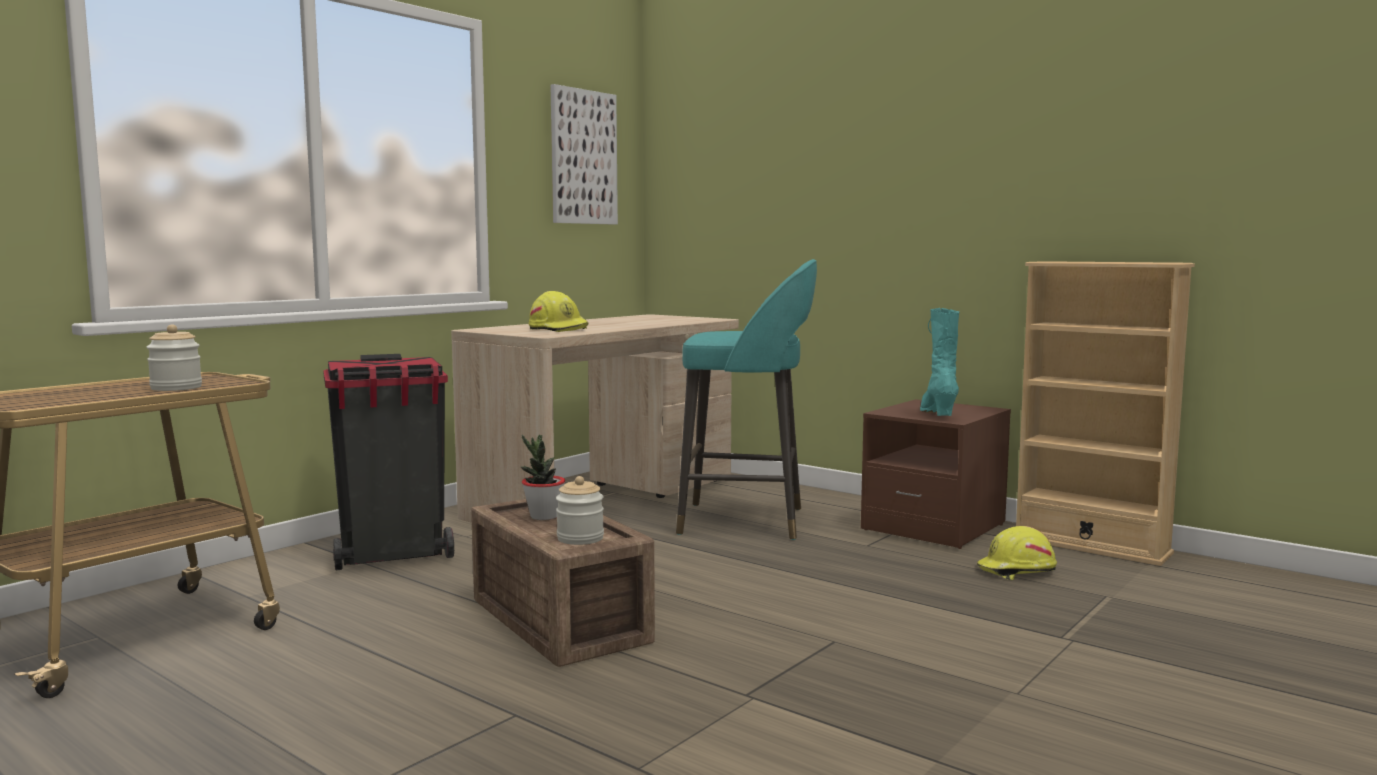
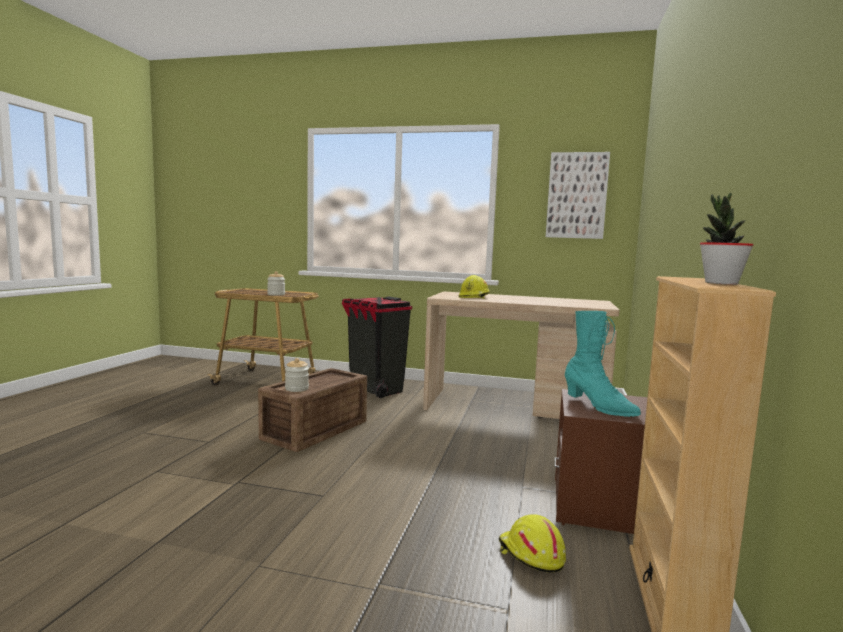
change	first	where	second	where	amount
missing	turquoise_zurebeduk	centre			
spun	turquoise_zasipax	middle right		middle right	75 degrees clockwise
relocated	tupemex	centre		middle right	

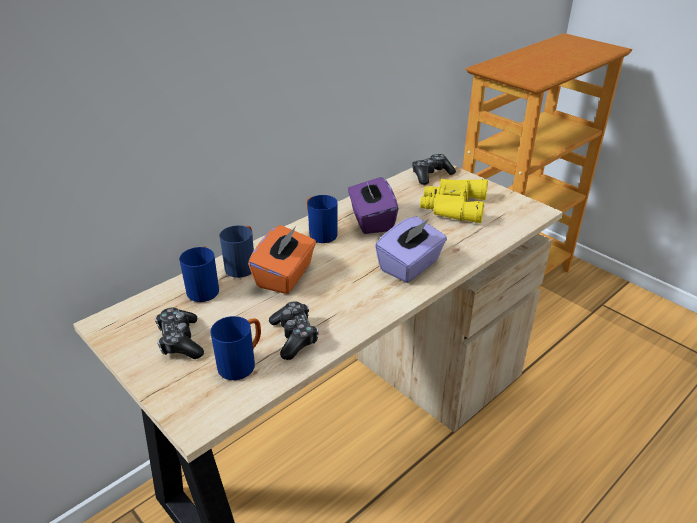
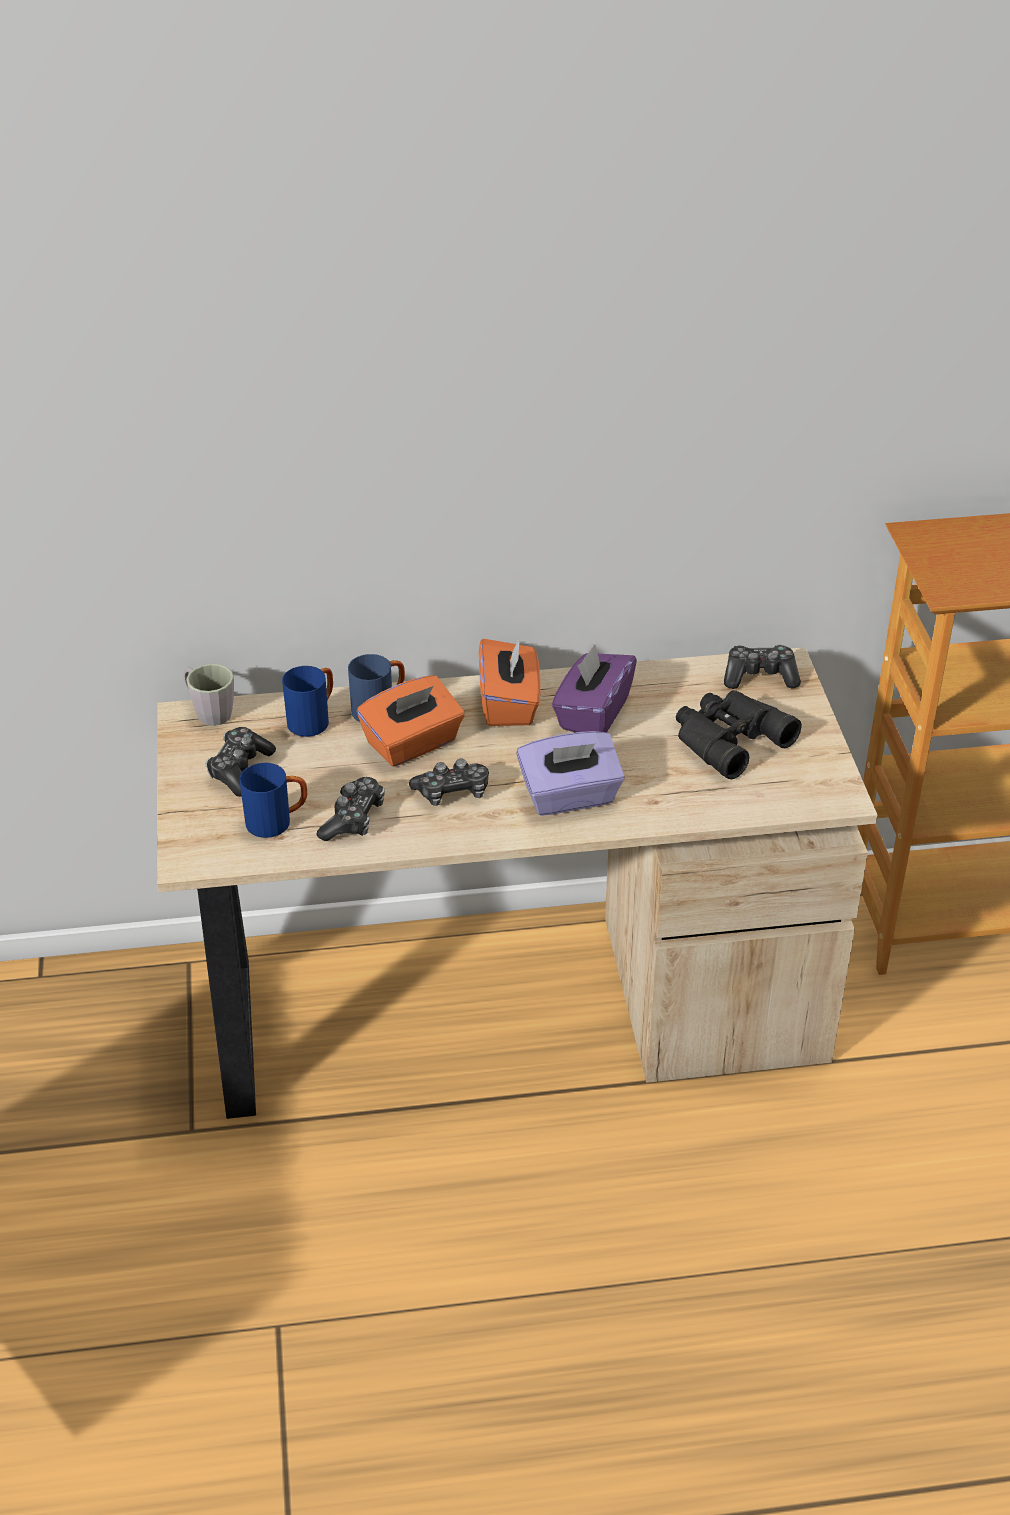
change	first	where	second	where	amount
colour	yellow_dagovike	centre	black_dagovike	middle right	
exchanged	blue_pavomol (no. 4 from left)	centre	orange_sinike (no. 2 from left)	centre	
appeared			grey_pavomol	middle left	
appeared			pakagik (no. 3 from left)	centre	

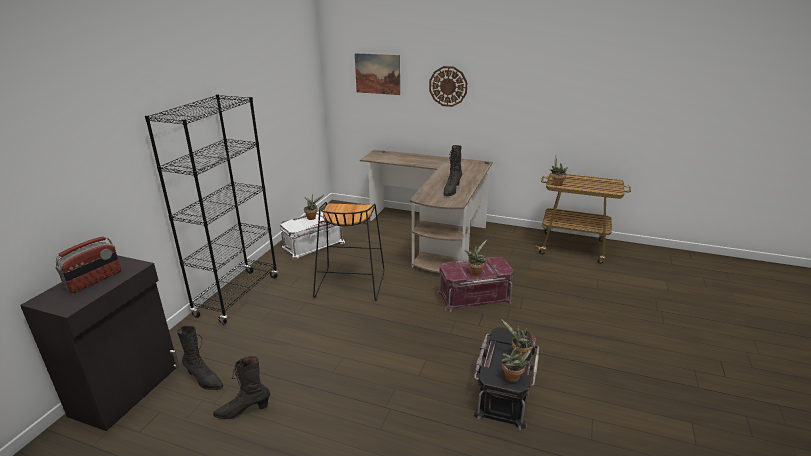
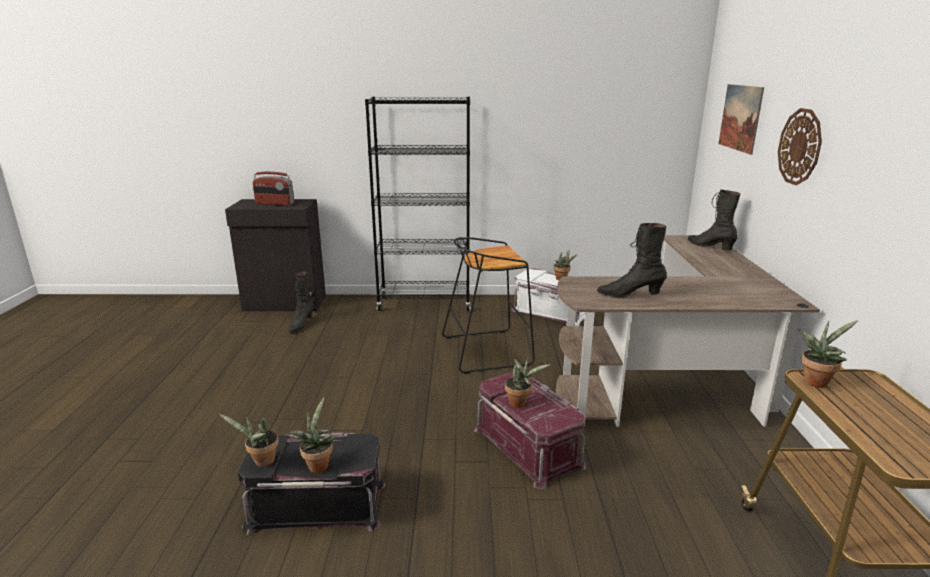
change	first	where	second	where	amount
relocated	black_zasipax (no. 2 from left in the first image)	bottom left	black_zasipax (no. 3 from left)	middle right	

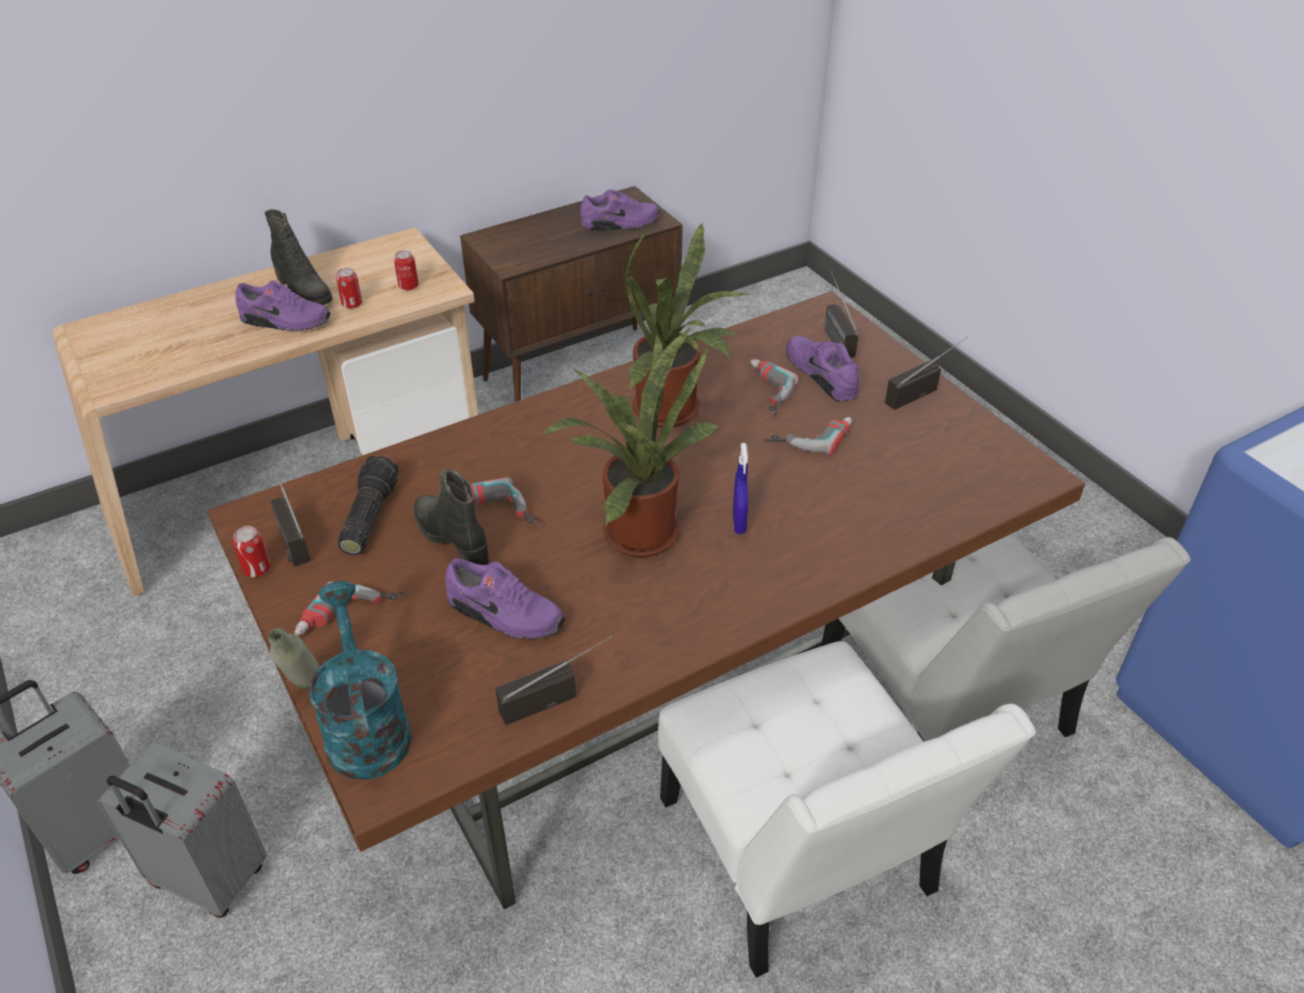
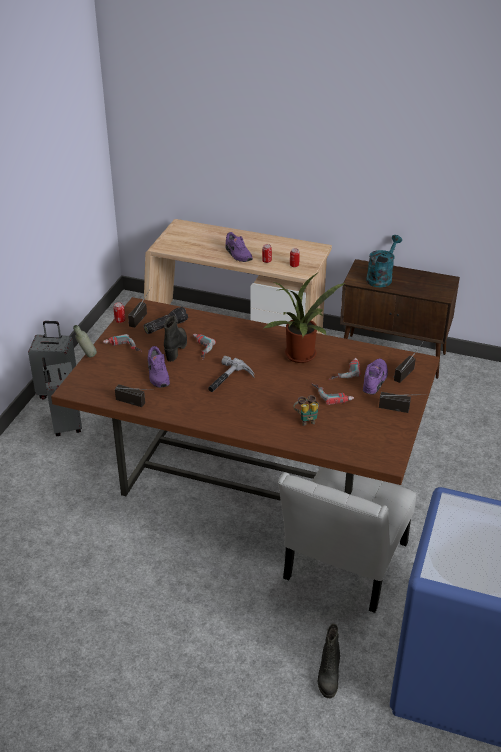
change	first	where	second	where	amount
missing	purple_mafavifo (no. 3 from left)	top centre			
relocated	black_zasipax (no. 1 from left in the first image)	top left	black_zasipax (no. 2 from left)	bottom centre	
exchanged	tupemex (no. 1 from left)	centre	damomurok	centre	
missing	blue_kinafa	centre			
relocated	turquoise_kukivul	bottom left		middle right	
missing	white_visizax (no. 1 from left)	bottom centre			
appeared			dagovike	centre	

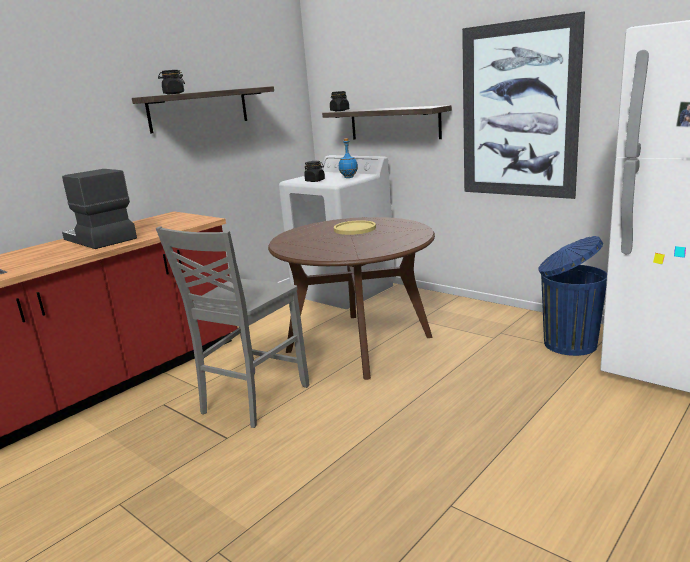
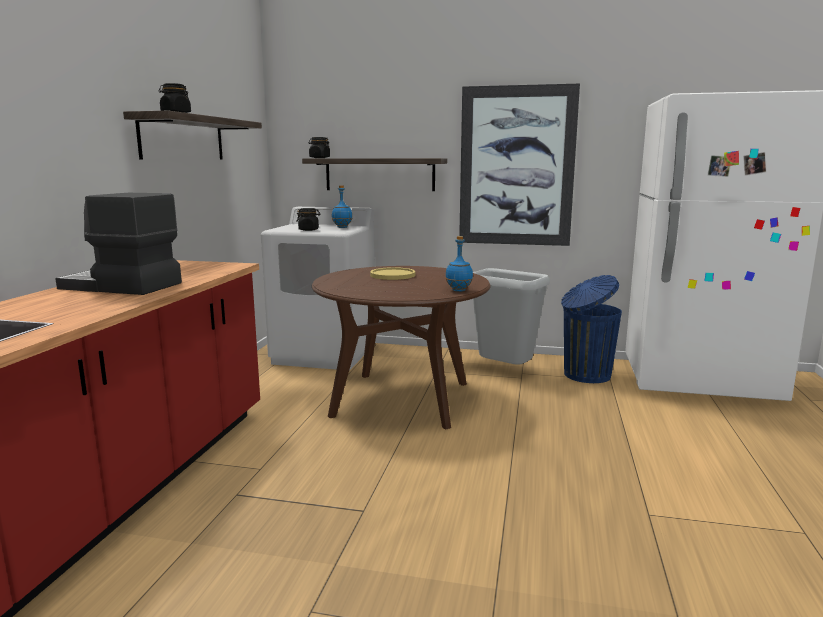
change	first	where	second	where	amount
missing	grey_visizax	centre			
appeared			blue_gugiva (no. 2 from left)	centre	
appeared			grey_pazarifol	centre	

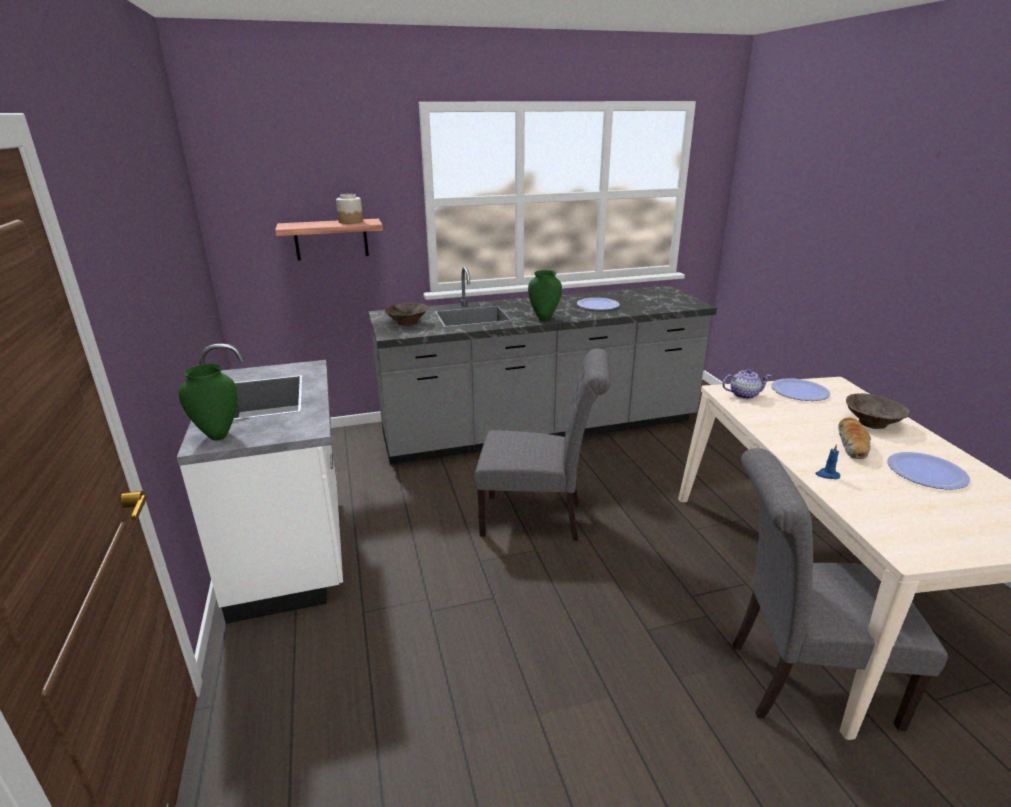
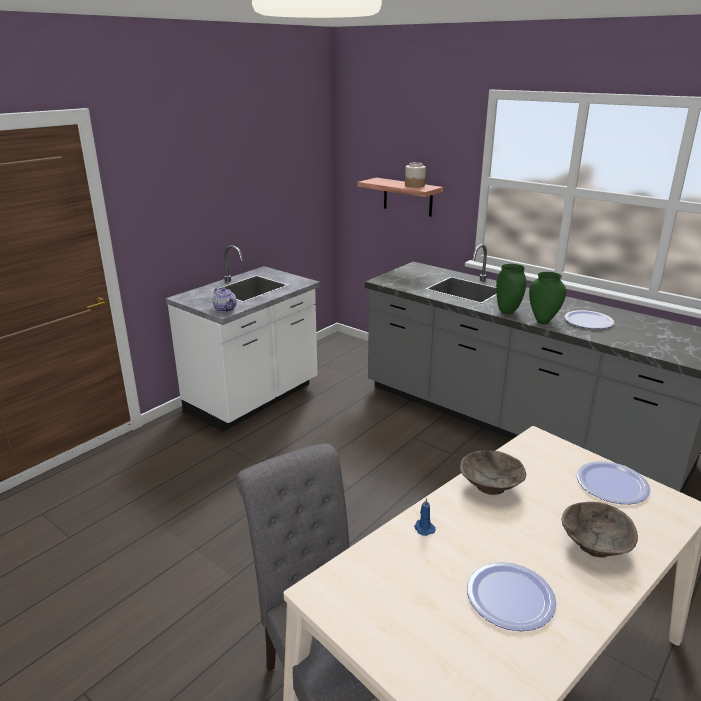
change	first	where	second	where	amount
relocated	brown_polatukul (no. 1 from left)	centre		bottom right	
missing	grey_visizax (no. 1 from left)	centre			
relocated	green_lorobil (no. 1 from left in the first image)	middle left	green_lorobil (no. 2 from left)	middle right	
relocated	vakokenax	middle right		middle left	
missing	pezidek	middle right			

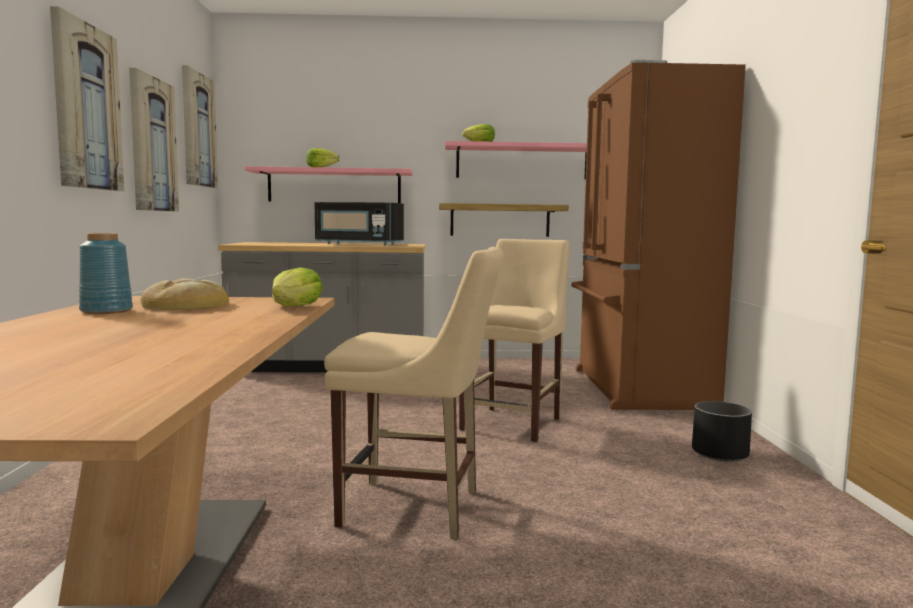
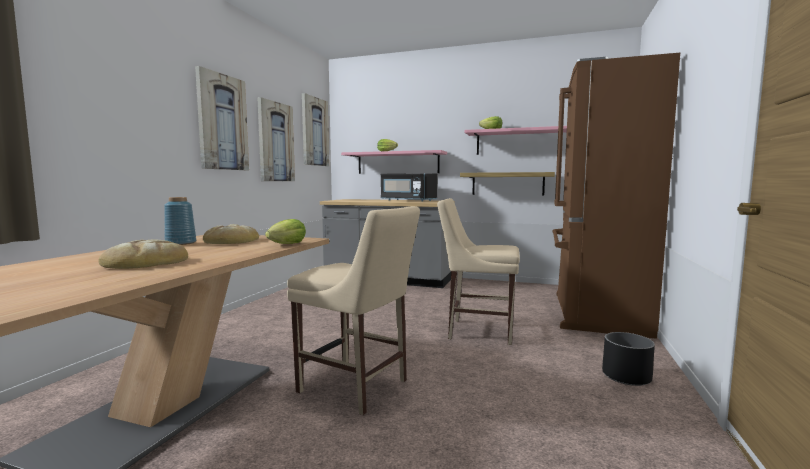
change	first	where	second	where	amount
spun	beige_visizax (no. 2 from left)	centre		centre	120 degrees counterclockwise
appeared			pezidek (no. 1 from left)	middle left	

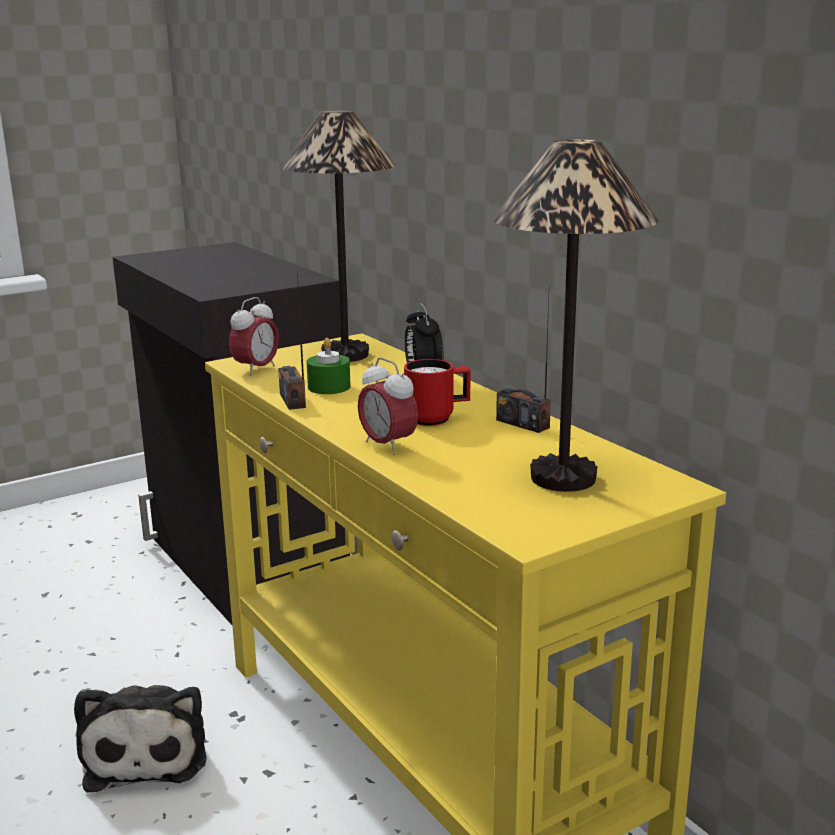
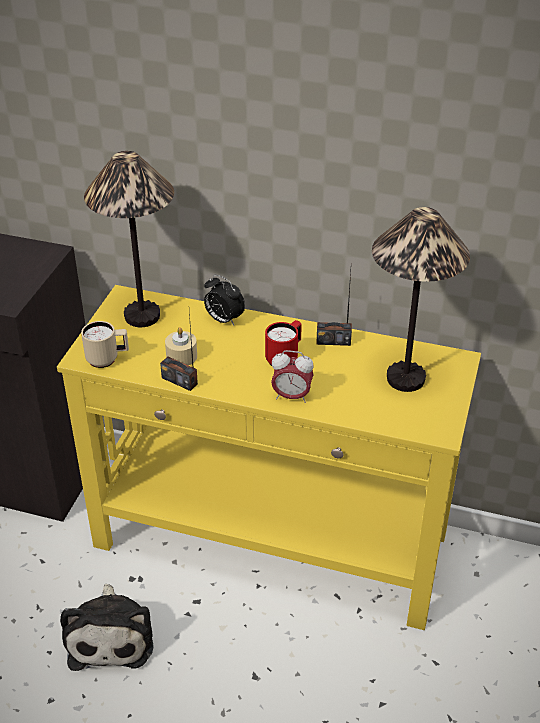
change	first	where	second	where	amount
exchanged	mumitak (no. 1 from left)	middle left	beige_pavomol	middle left	
colour	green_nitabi	centre	beige_nitabi	centre	
spun	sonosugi	bottom left		bottom left	45 degrees clockwise

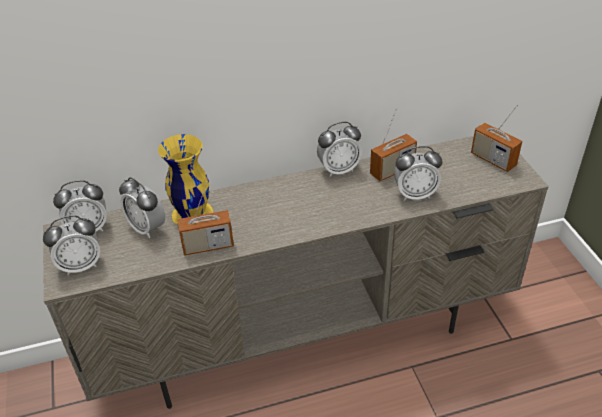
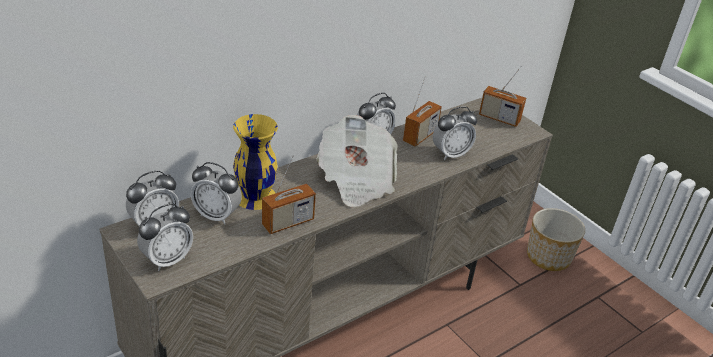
change	first	where	second	where	amount
appeared			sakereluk	centre	
appeared			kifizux	bottom right	

